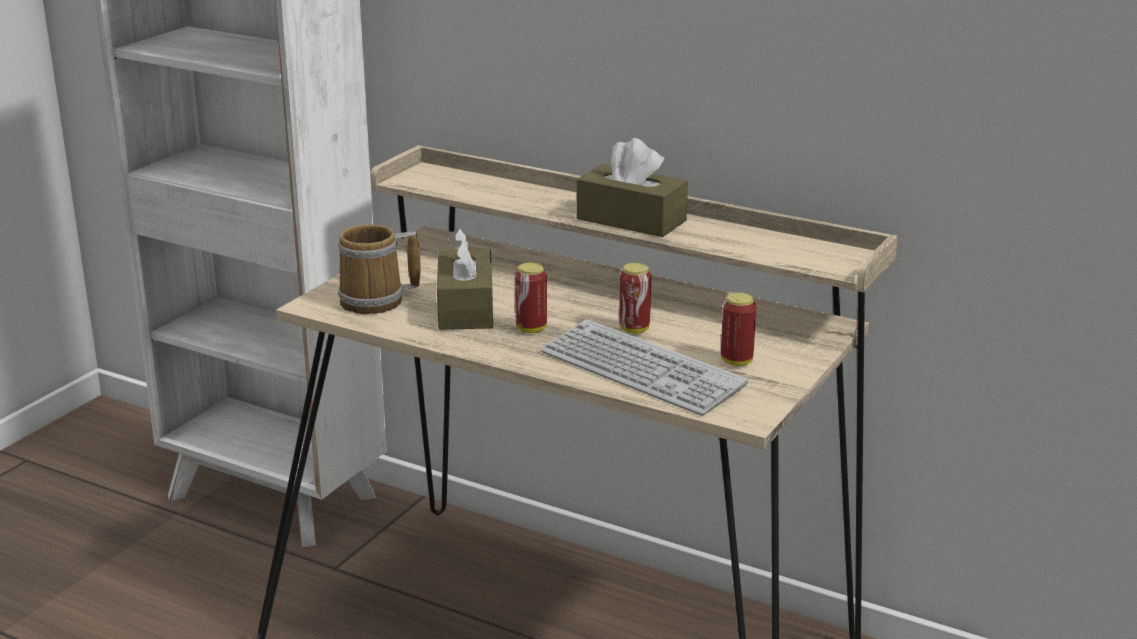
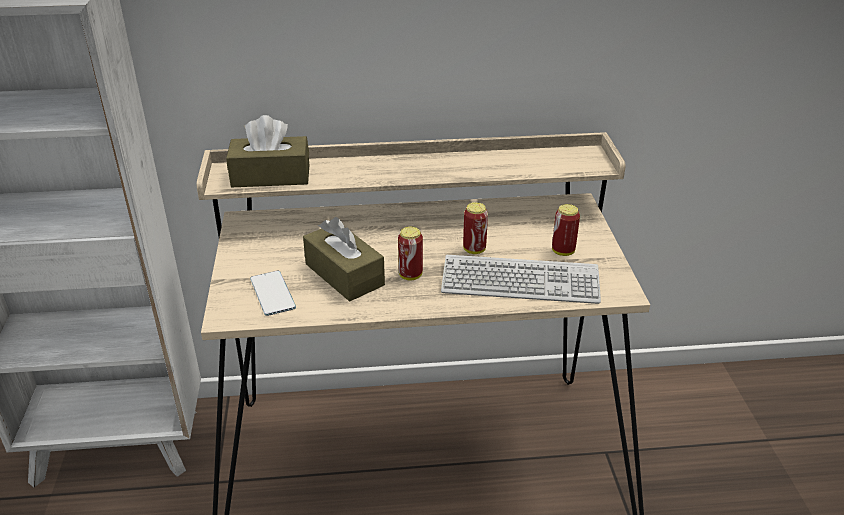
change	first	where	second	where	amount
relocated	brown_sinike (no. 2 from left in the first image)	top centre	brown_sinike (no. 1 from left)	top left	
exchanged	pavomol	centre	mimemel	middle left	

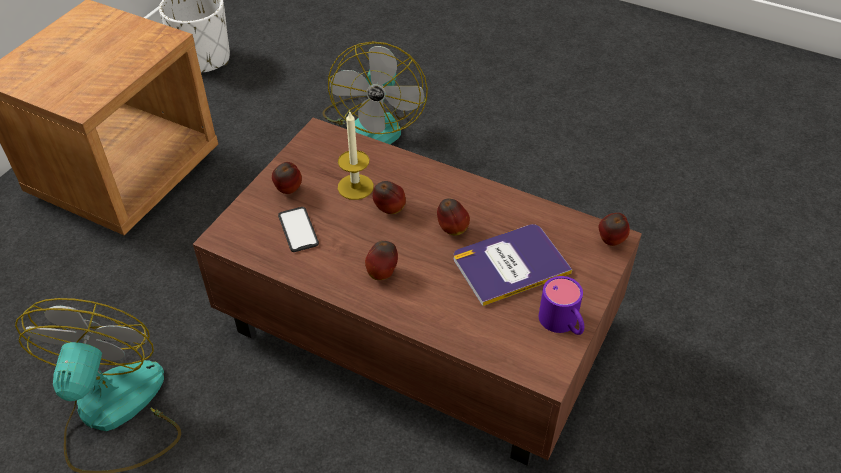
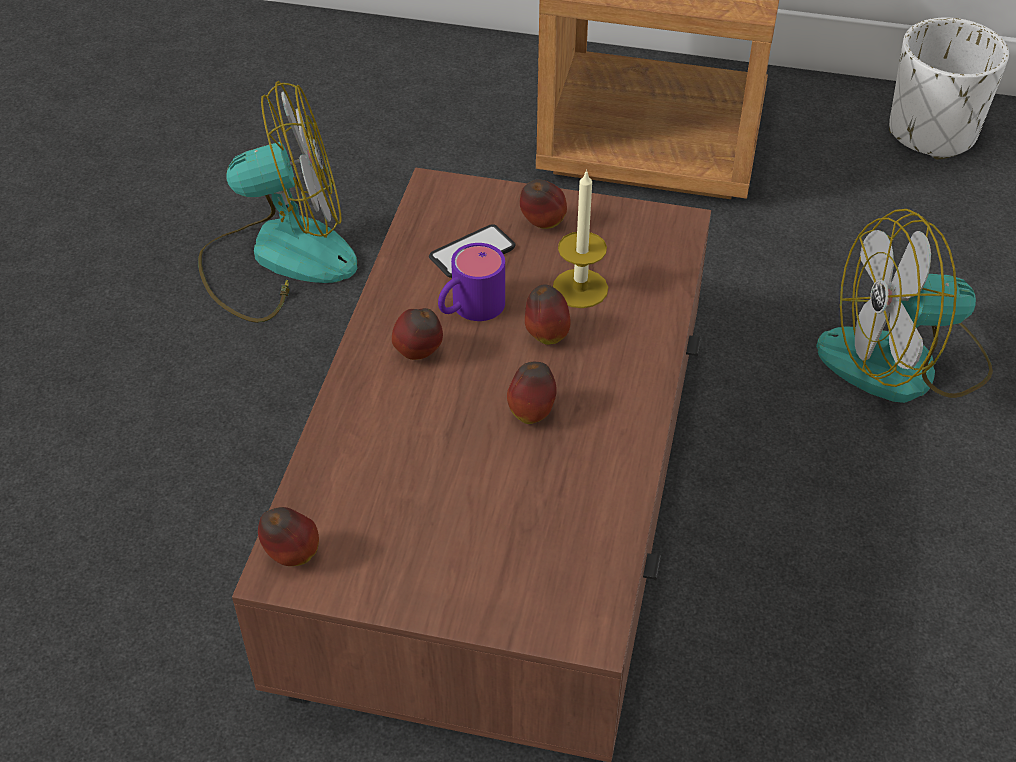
change	first	where	second	where	amount
relocated	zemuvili (no. 5 from left in the first image)	middle right	zemuvili (no. 1 from left)	bottom left	
missing	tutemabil	centre			
relocated	purple_pavomol	middle right		centre	

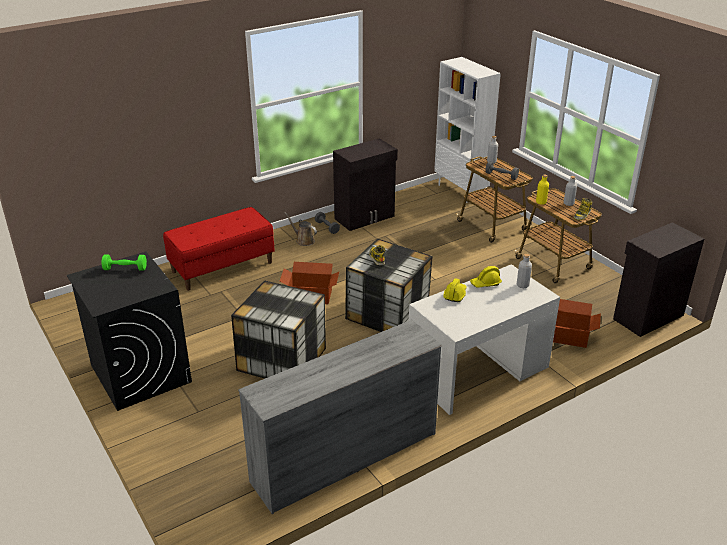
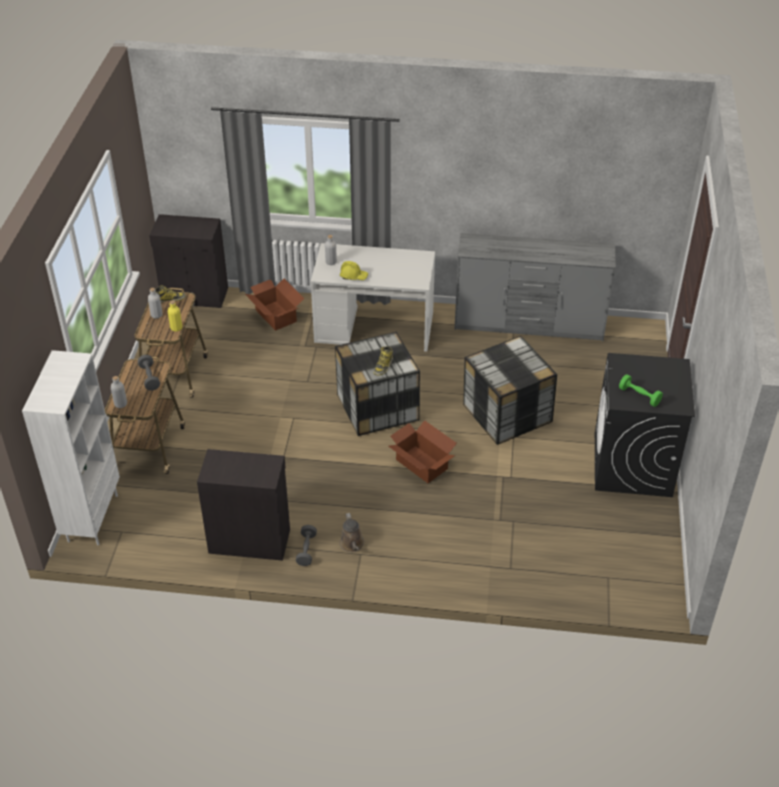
change	first	where	second	where	amount
missing	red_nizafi	middle left			
missing	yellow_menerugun (no. 1 from left)	centre			

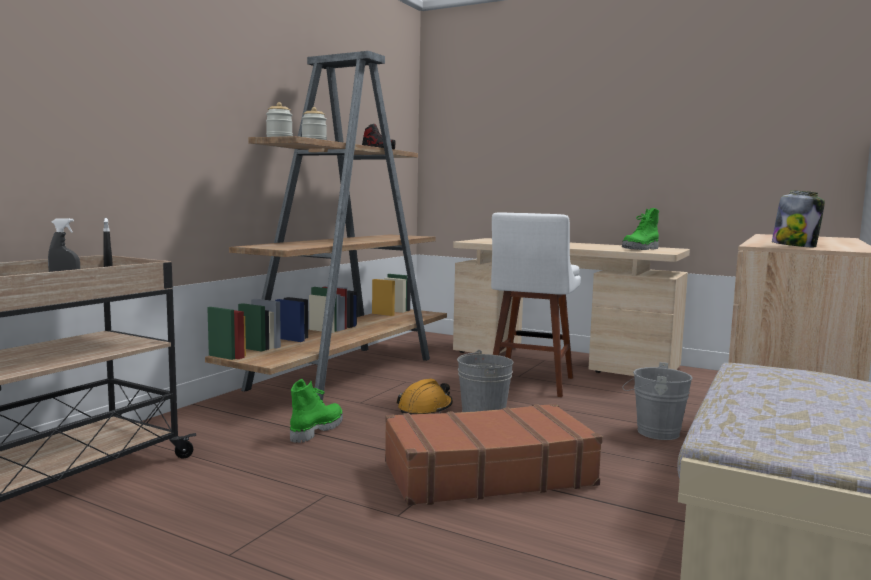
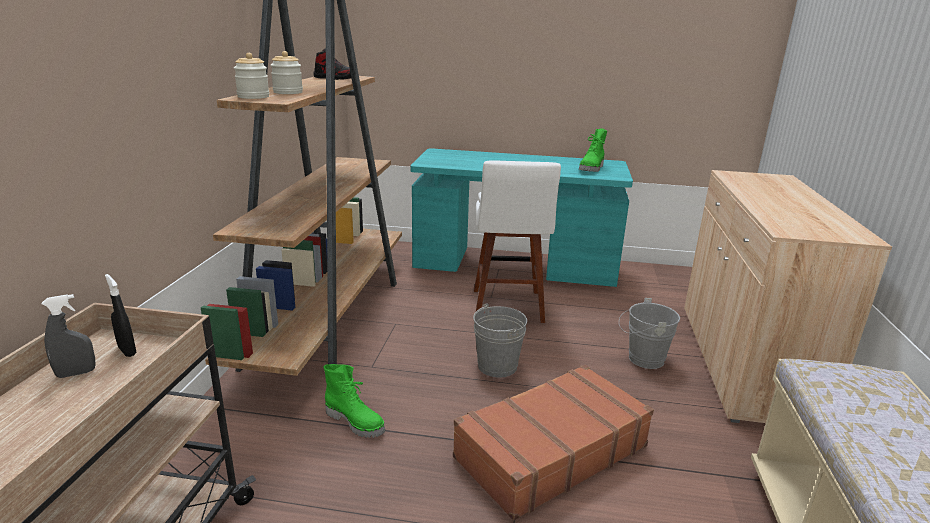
change	first	where	second	where	amount
missing	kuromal (no. 3 from left)	middle right			
colour	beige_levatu	centre	turquoise_levatu	centre	
missing	orange_menerugun	bottom centre			
spun	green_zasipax (no. 1 from left)	bottom centre		bottom centre	120 degrees clockwise

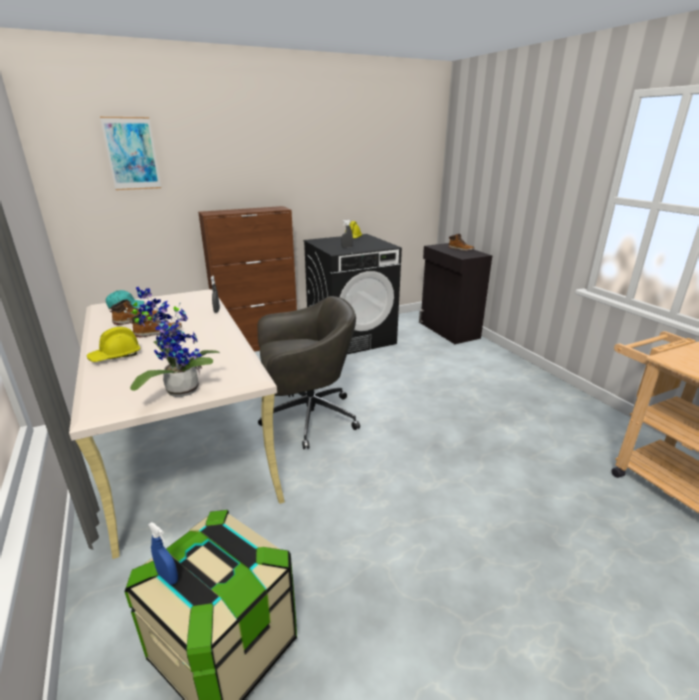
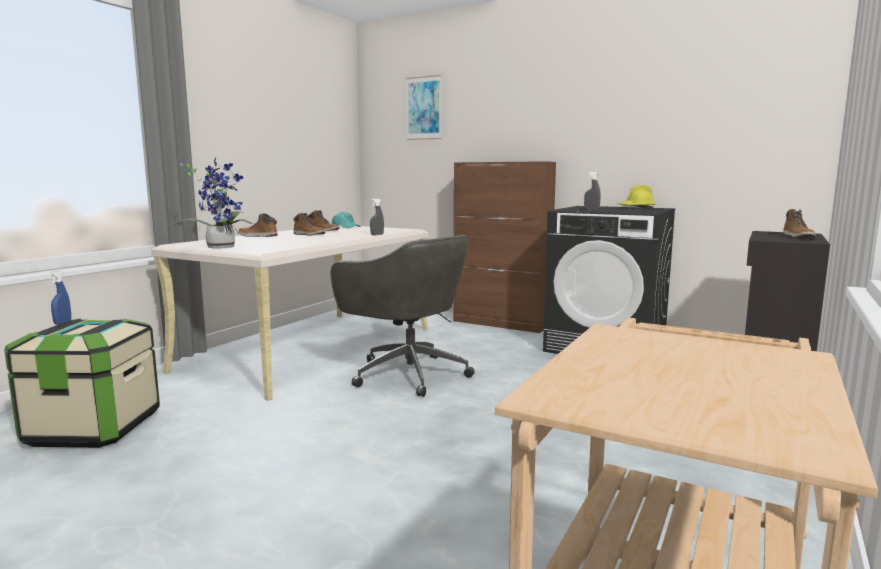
change	first	where	second	where	amount
exchanged	yellow_menerugun (no. 1 from left)	middle left	zasipax (no. 1 from left)	middle left	

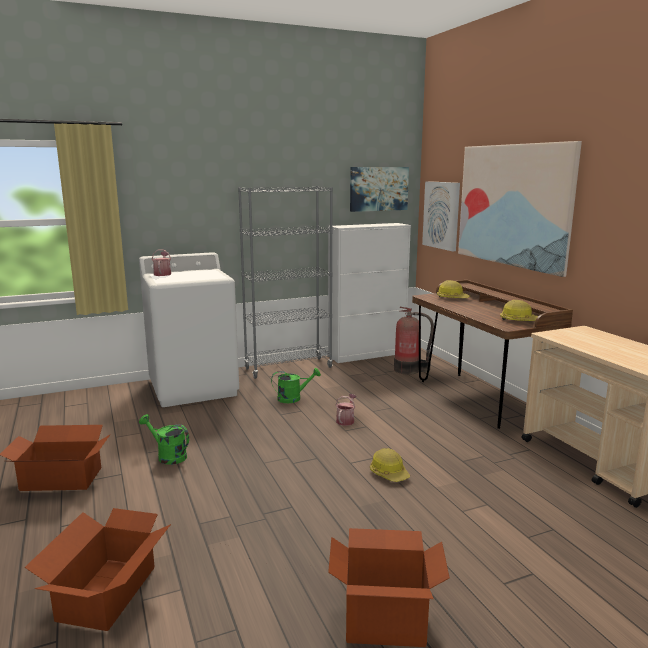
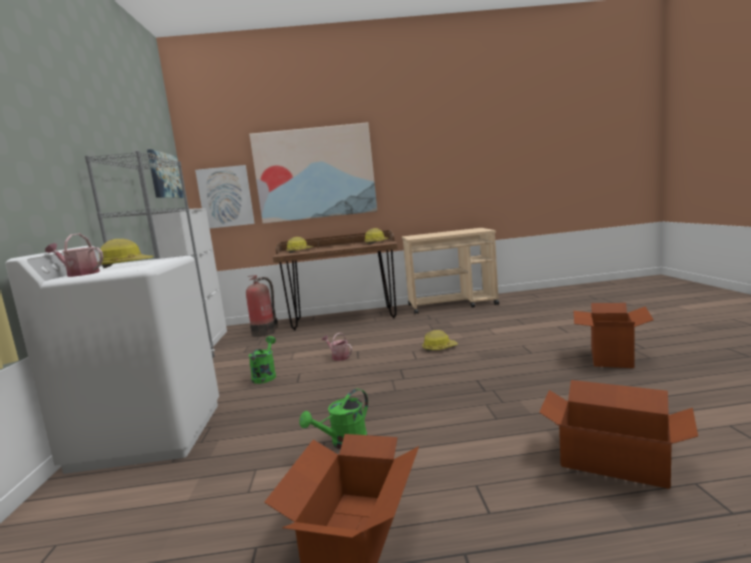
change	first	where	second	where	amount
appeared			menerugun (no. 1 from left)	middle left	

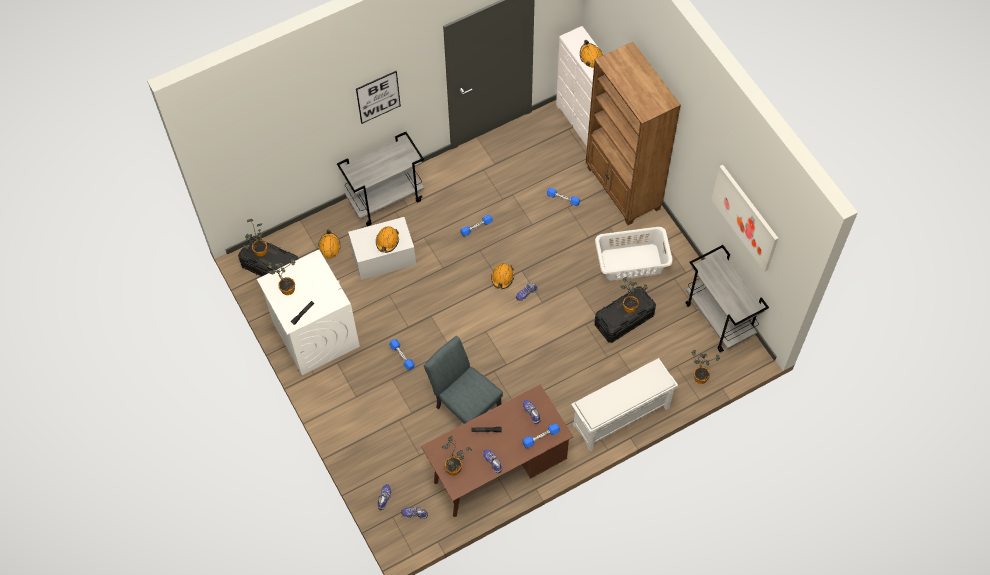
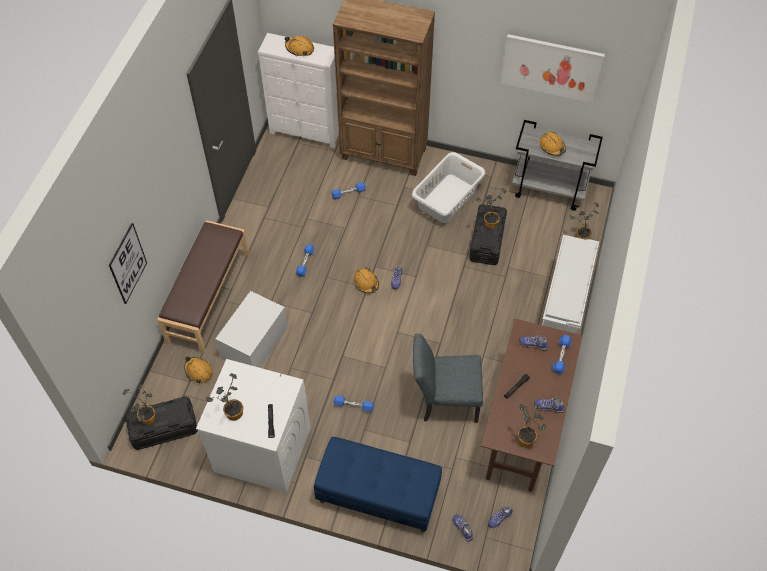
change	first	where	second	where	amount
relocated	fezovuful (no. 1 from left)	top centre		middle left	
exchanged	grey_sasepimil (no. 1 from left)	top centre	brown_nizafi	middle left	
relocated	orange_menerugun (no. 2 from left in the first image)	centre	orange_menerugun (no. 4 from left)	top right	
appeared			blue_nizafi	bottom centre	

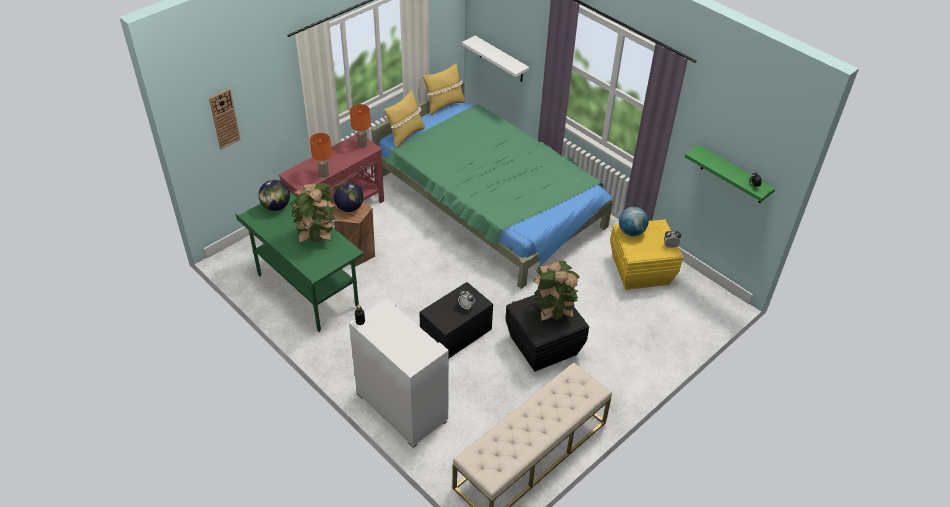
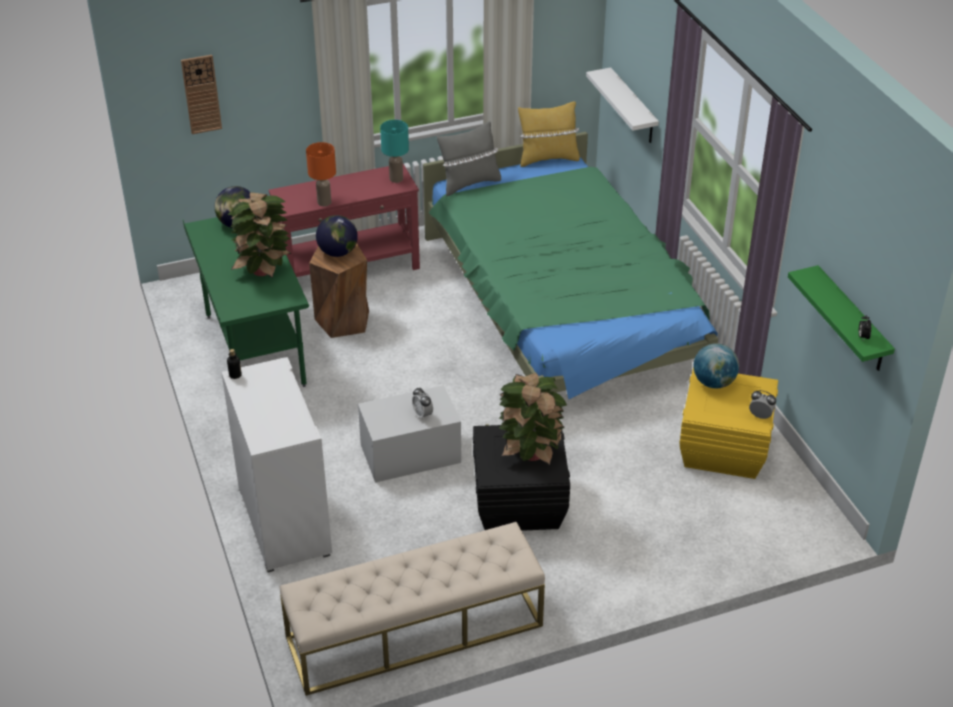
change	first	where	second	where	amount
colour	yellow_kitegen (no. 1 from left)	top centre	grey_kitegen	top centre	
colour	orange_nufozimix (no. 2 from left)	top centre	turquoise_nufozimix	top centre	
colour	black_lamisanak (no. 1 from left)	centre	white_lamisanak	centre	

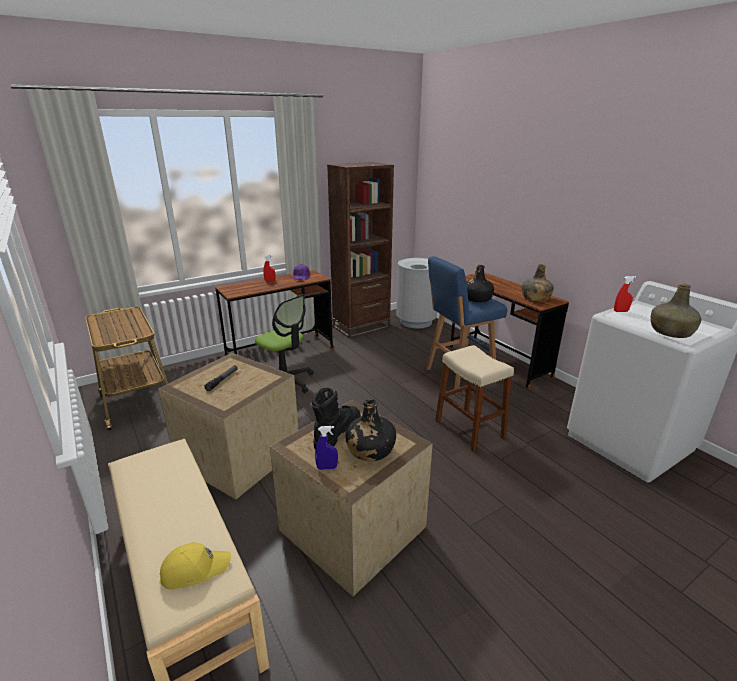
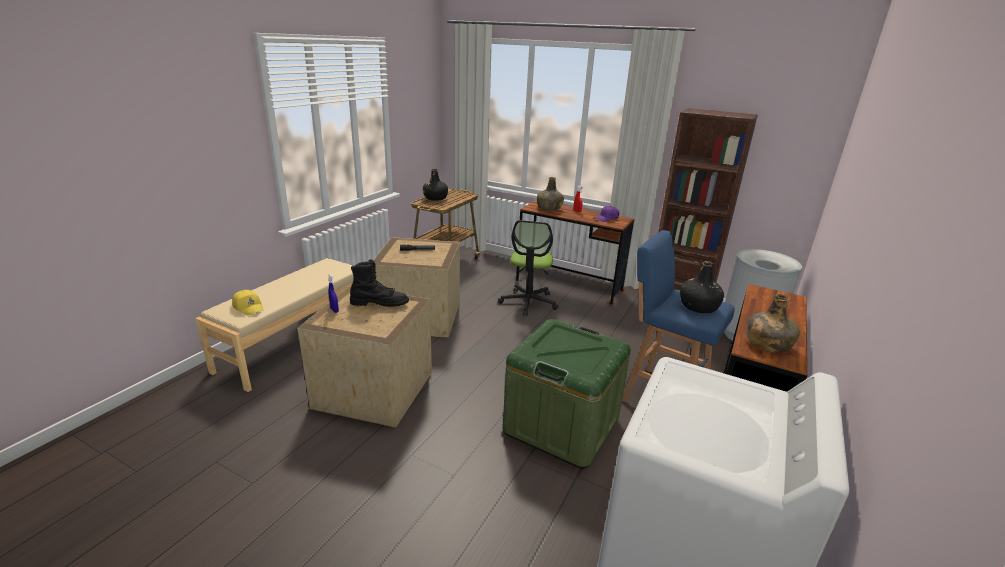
change	first	where	second	where	amount
missing	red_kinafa (no. 2 from left)	middle right			
relocated	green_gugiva (no. 2 from left in the first image)	middle right	green_gugiva (no. 1 from left)	centre	
exchanged	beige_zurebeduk	centre	green_lamisanak	bottom centre	
relocated	black_gugiva (no. 1 from left)	centre		top centre	

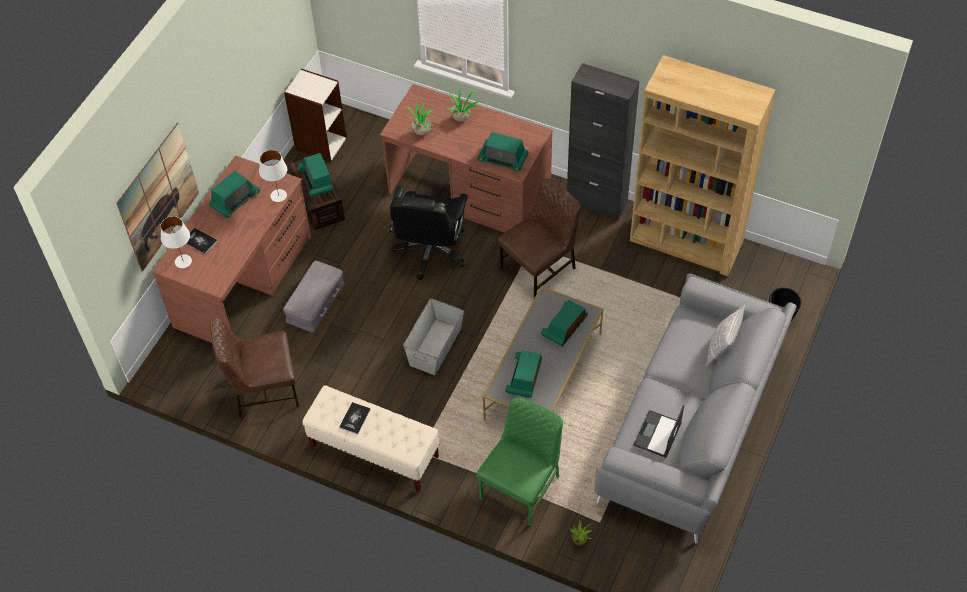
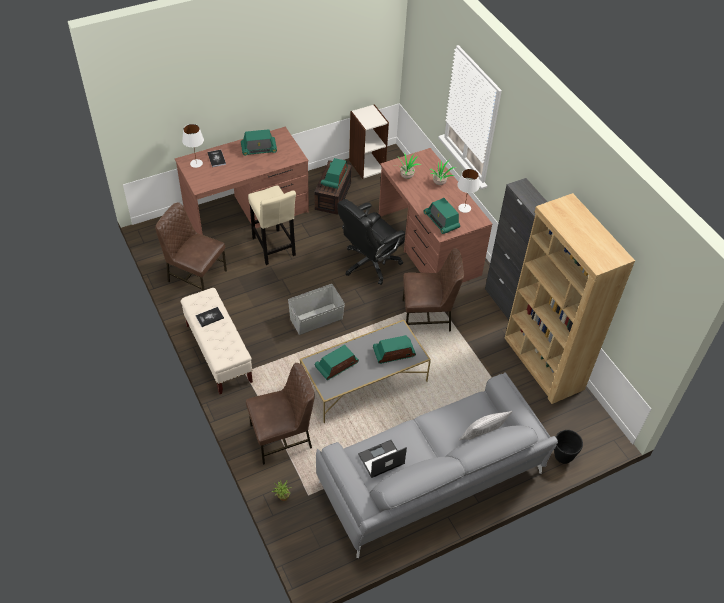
change	first	where	second	where	amount
missing	fezovuful	top left			
relocated	white_nufozimix (no. 2 from left)	top left		top centre	
exchanged	grey_lamisanak (no. 1 from left)	middle left	beige_zurebeduk	centre	
colour	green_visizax	bottom centre	brown_visizax (no. 2 from left)	bottom centre	

